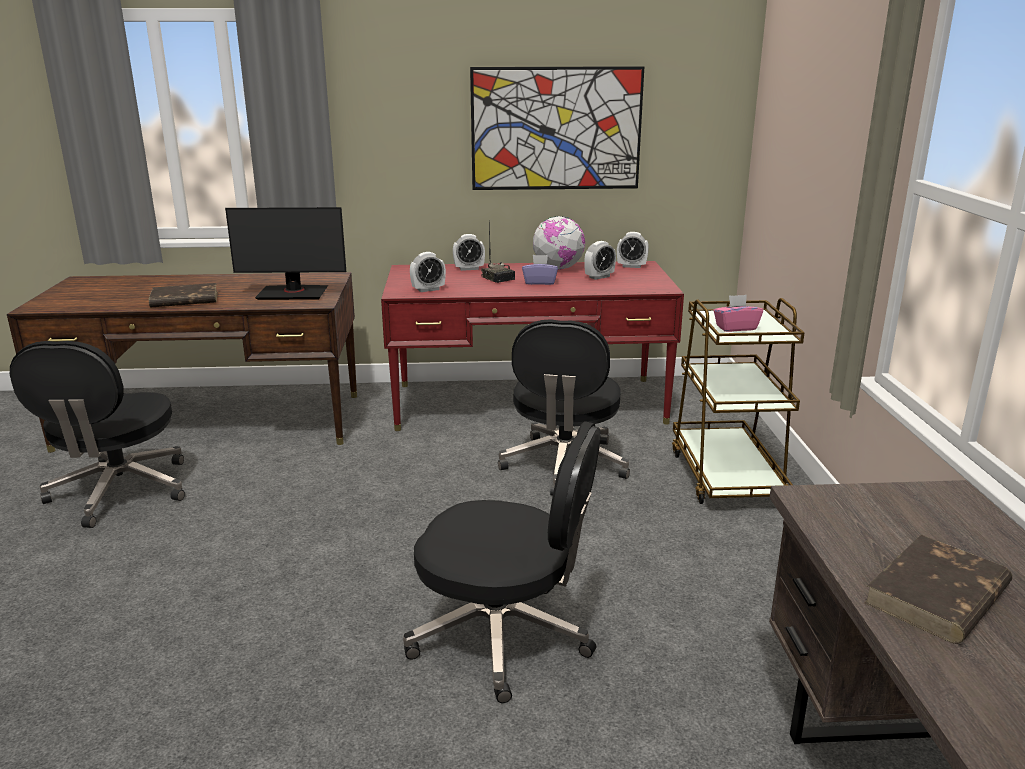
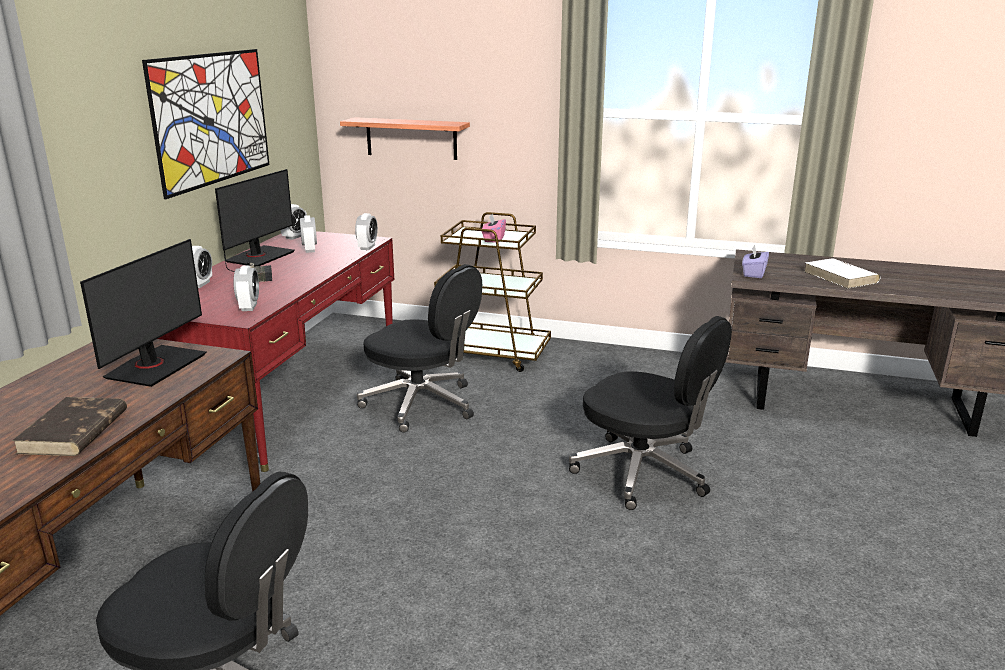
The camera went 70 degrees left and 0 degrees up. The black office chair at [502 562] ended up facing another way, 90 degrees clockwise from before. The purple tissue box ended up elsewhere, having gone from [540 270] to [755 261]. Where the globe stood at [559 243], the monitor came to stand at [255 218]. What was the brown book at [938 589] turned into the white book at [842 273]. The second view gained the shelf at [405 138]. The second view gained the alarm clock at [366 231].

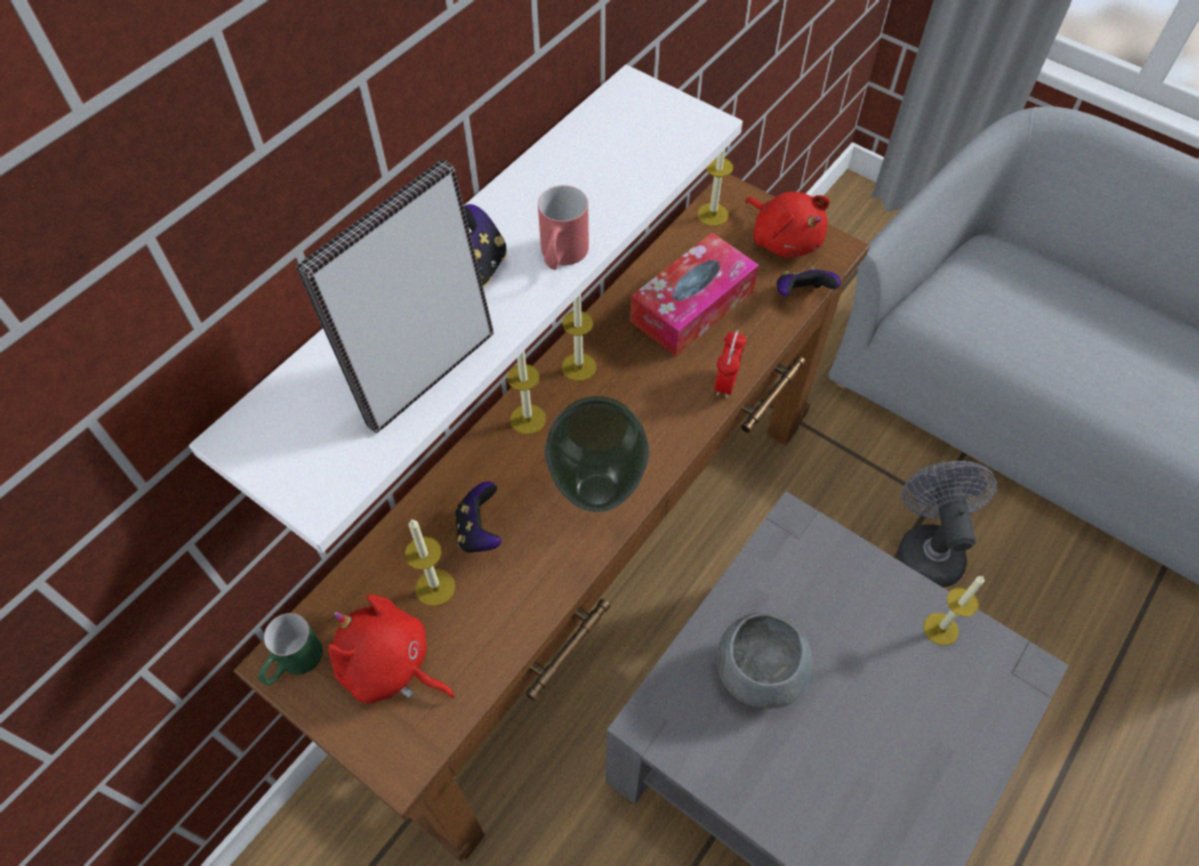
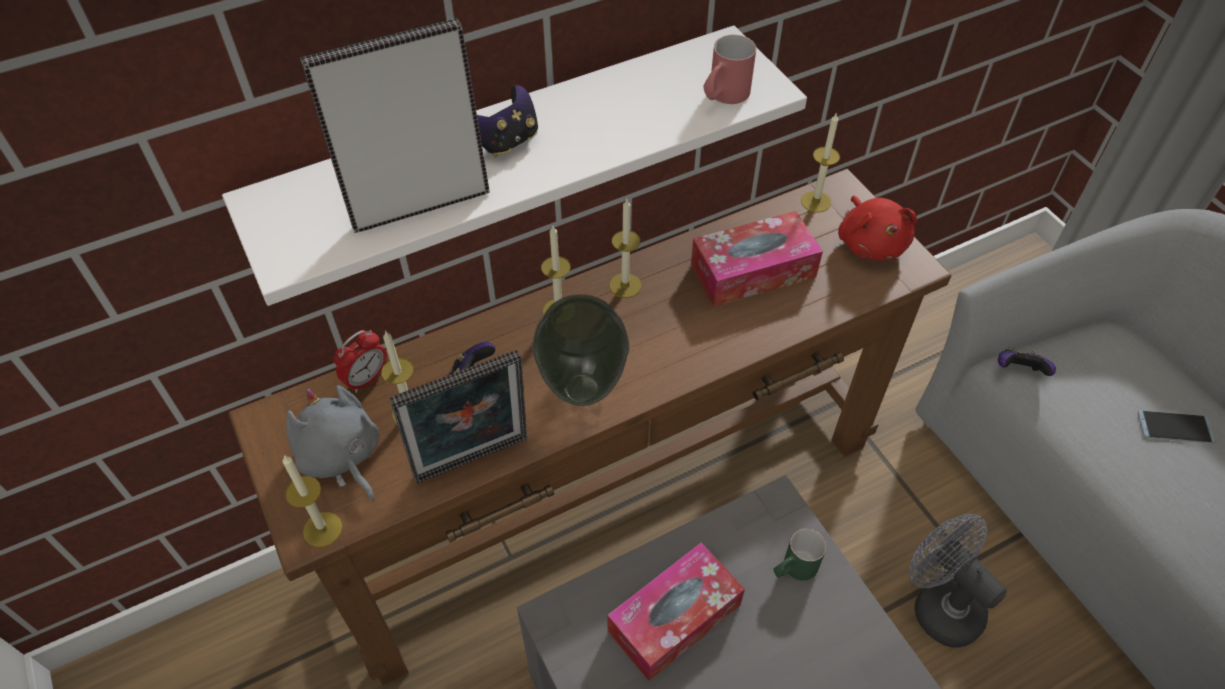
The camera went 25 degrees right and 5 degrees down. The green mug ended up elsewhere, having gone from [290 649] to [799 554]. What was the red plush toy at [391 648] turned into the grey plush toy at [332 443]. The red mug ended up elsewhere, having gone from [563 227] to [729 69]. The alarm clock ended up elsewhere, having gone from [730 364] to [360 361]. Where the grey bowl stood at [765 661], the tissue box came to stand at [676 611]. The game controller ended up elsewhere, having gone from [809 281] to [1027 361]. The grey fan at [947 524] ended up facing another way, 60 degrees counterclockwise from before. The candle ended up elsewhere, having gone from [954 610] to [312 501]. The second view gained the picture frame at [458 416]. The second view gained the phone at [1176 427].

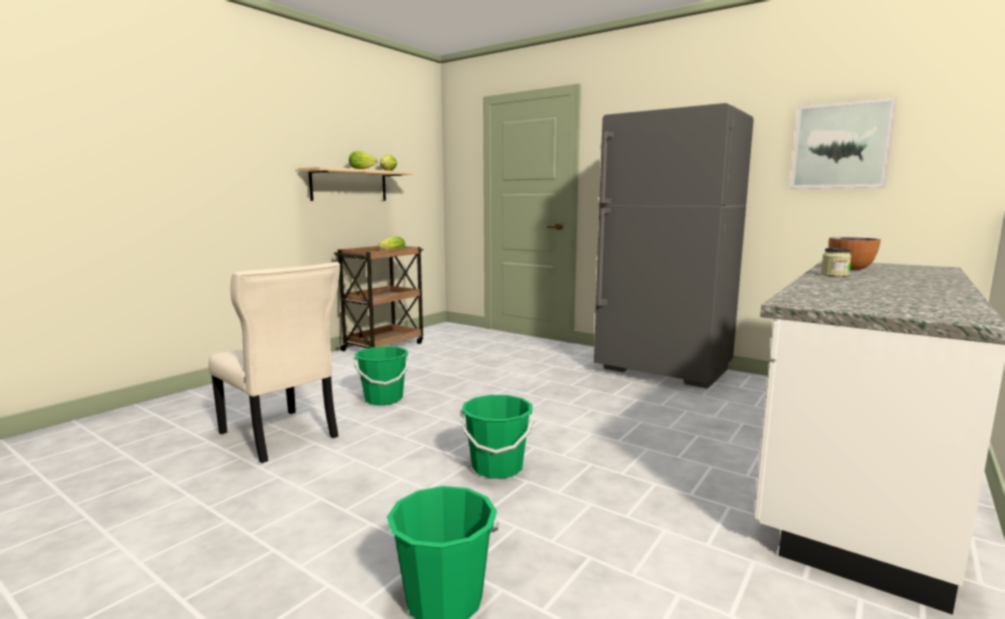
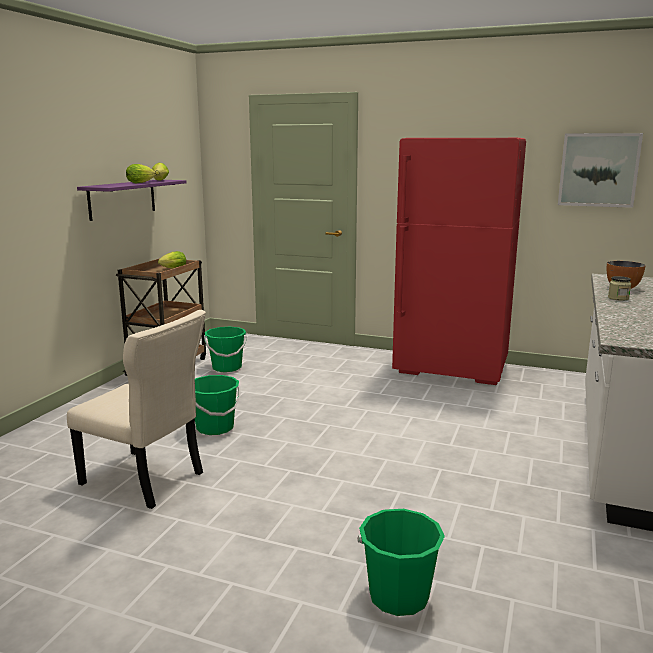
The camera went 15 degrees left and 5 degrees up. What was the beige shelf at [355 184] turned into the purple shelf at [131 200]. The green bucket ended up elsewhere, having gone from [497 437] to [225 349]. What was the grey fridge at [674 245] turned into the red fridge at [459 261].

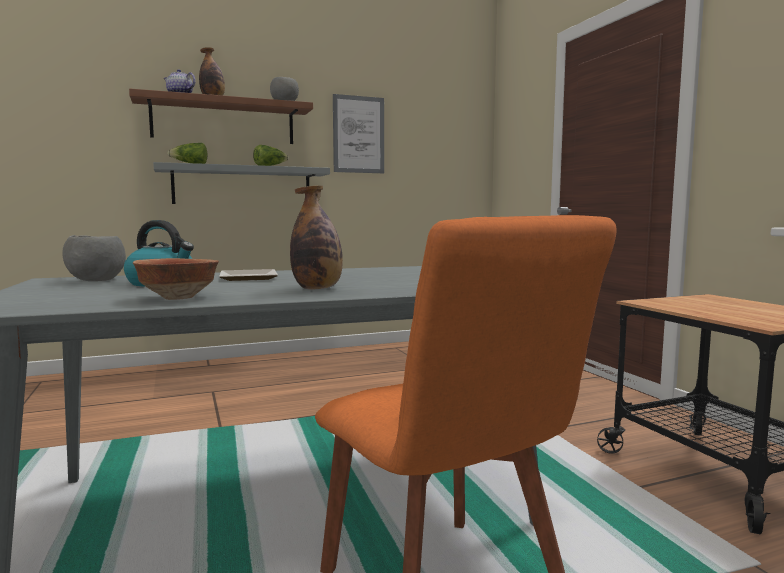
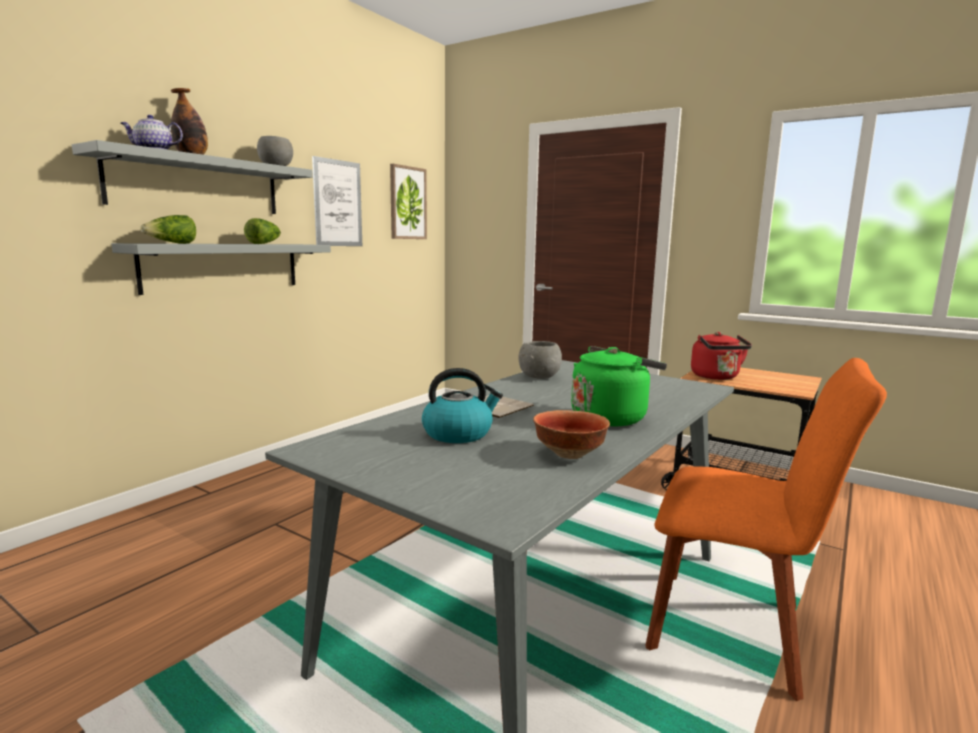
The camera went 35 degrees left and 5 degrees up. The grey bowl ended up elsewhere, having gone from [94 258] to [540 360]. What was the brown shelf at [221 116] turned into the grey shelf at [192 177]. Where the bottle stood at [316 238], the green kettle came to stand at [619 386]. The second view gained the picture at [408 201]. The second view gained the red kettle at [721 356].

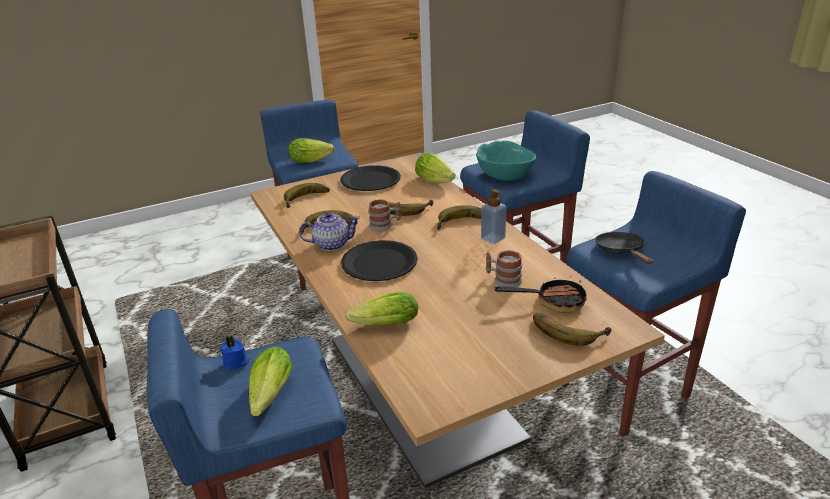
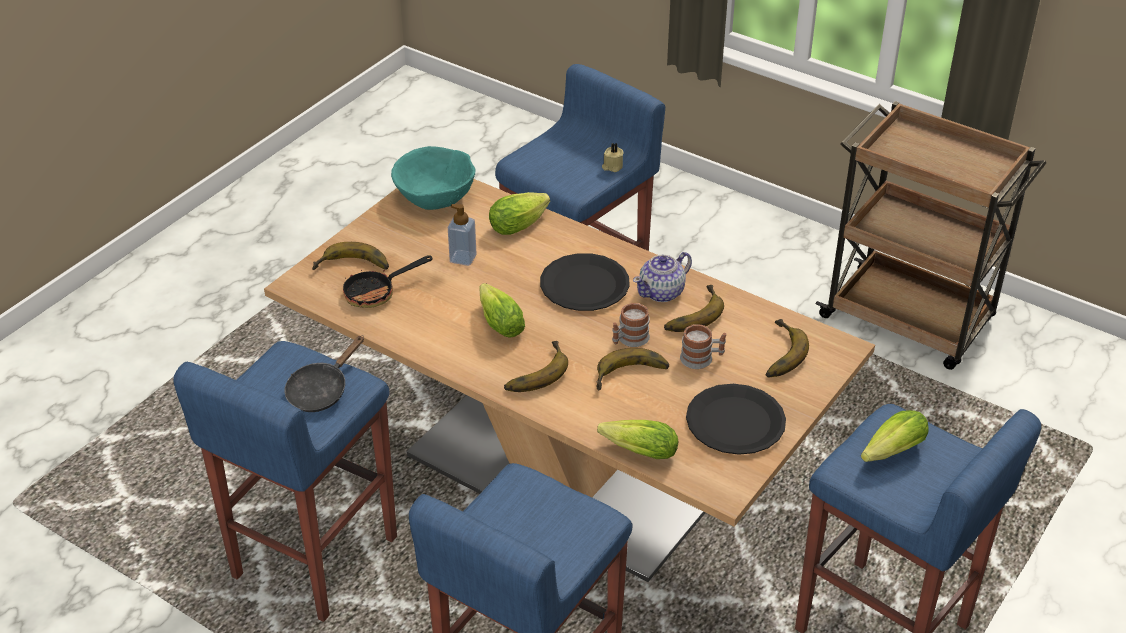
The camera went 150 degrees right and 10 degrees up. What was the blue candle at [234 353] turned into the beige candle at [613 157]. The lettuce ended up elsewhere, having gone from [271 381] to [502 310]. The turquoise bowl ended up elsewhere, having gone from [506 161] to [433 178]. The soap dispenser ended up elsewhere, having gone from [494 216] to [462 235]. The mug ended up elsewhere, having gone from [504 268] to [703 346]. The black frying pan at [624 248] ended up facing another way, 75 degrees clockwise from before.

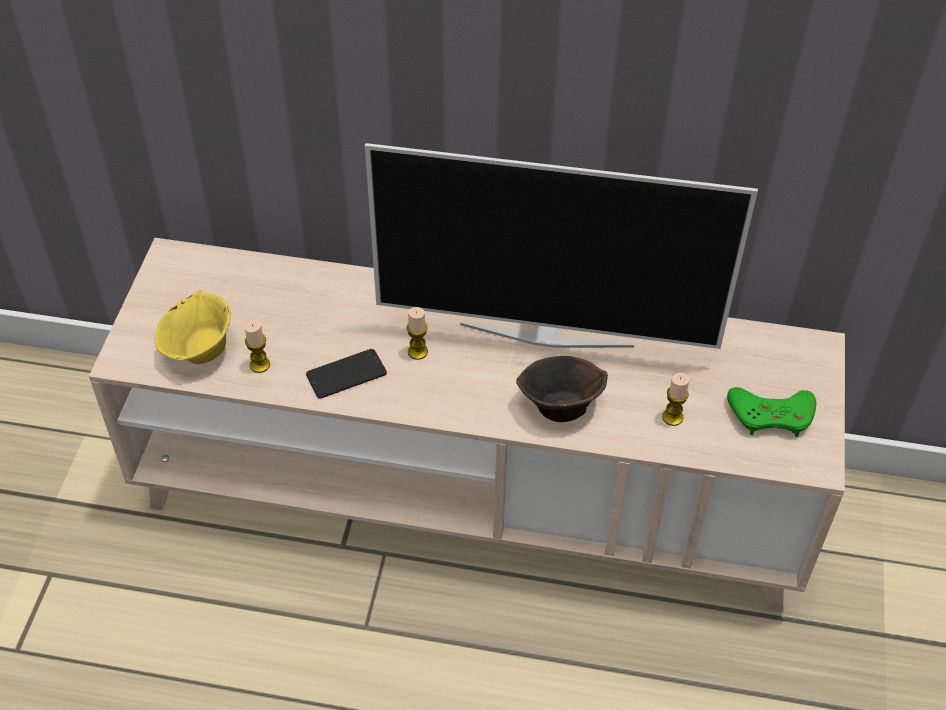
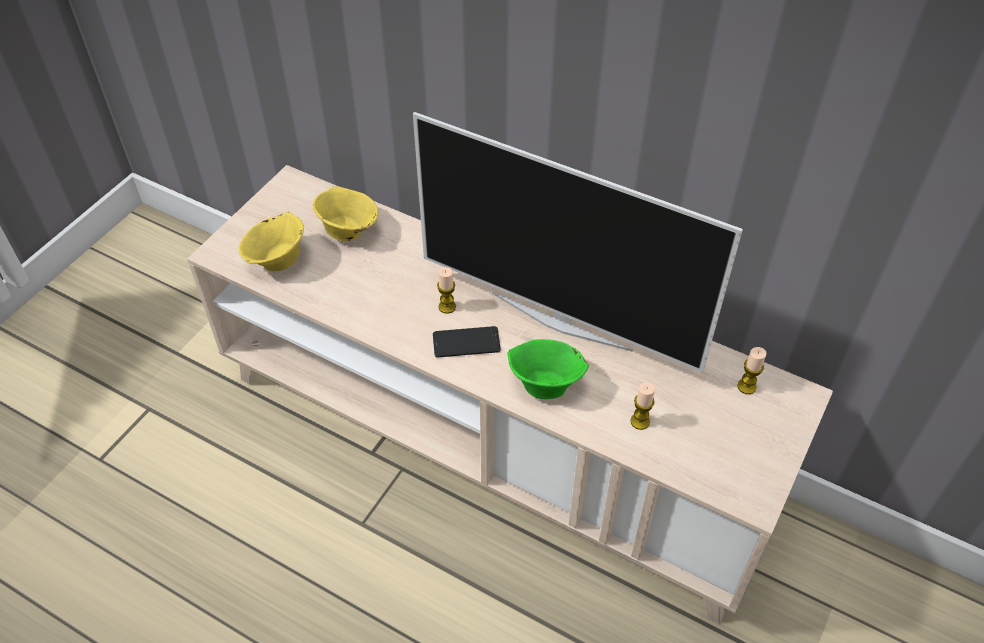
The camera went 20 degrees right and 0 degrees up. The candle ended up elsewhere, having gone from [257 346] to [752 370]. The phone ended up elsewhere, having gone from [346 374] to [467 342]. What was the brown bowl at [562 389] turned into the green bowl at [548 369]. The second view lost the green game controller at [771 412]. The second view gained the yellow bowl at [346 213].

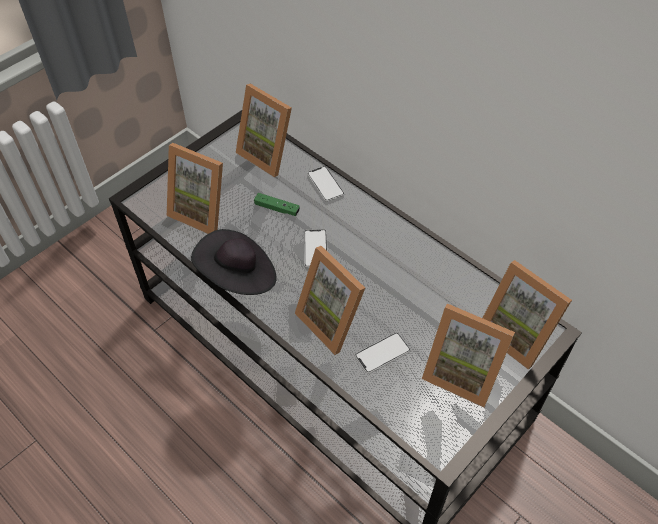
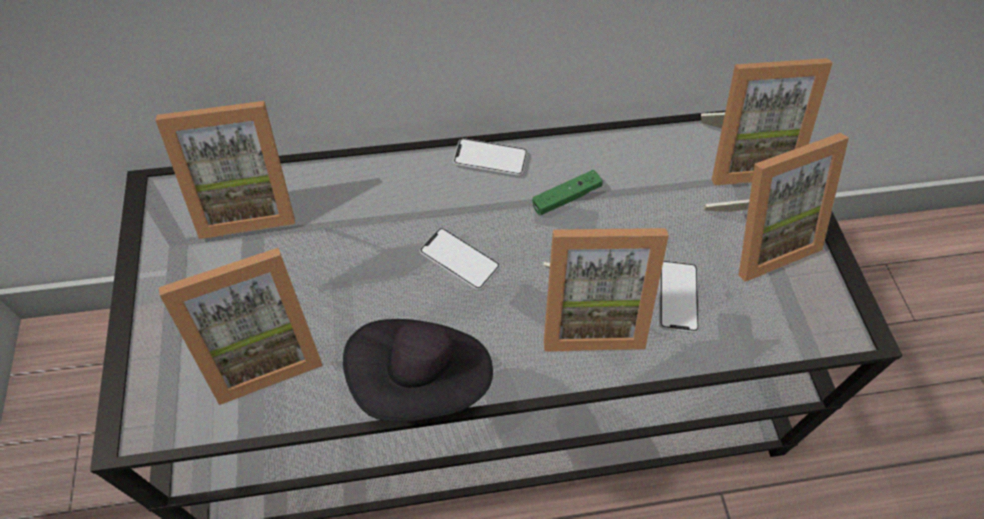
The camera went 55 degrees left and 5 degrees up. The green game controller ended up elsewhere, having gone from [277 204] to [567 192]. The phone ended up elsewhere, having gone from [326 184] to [490 157].

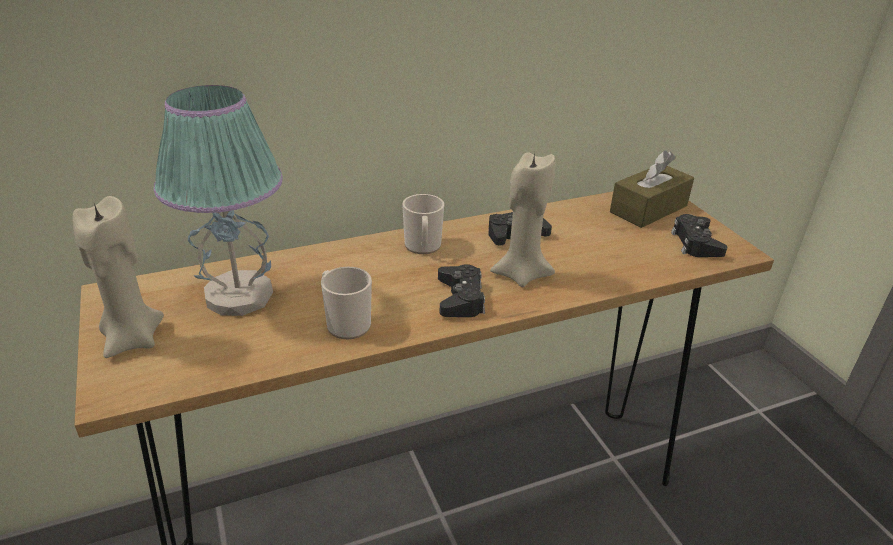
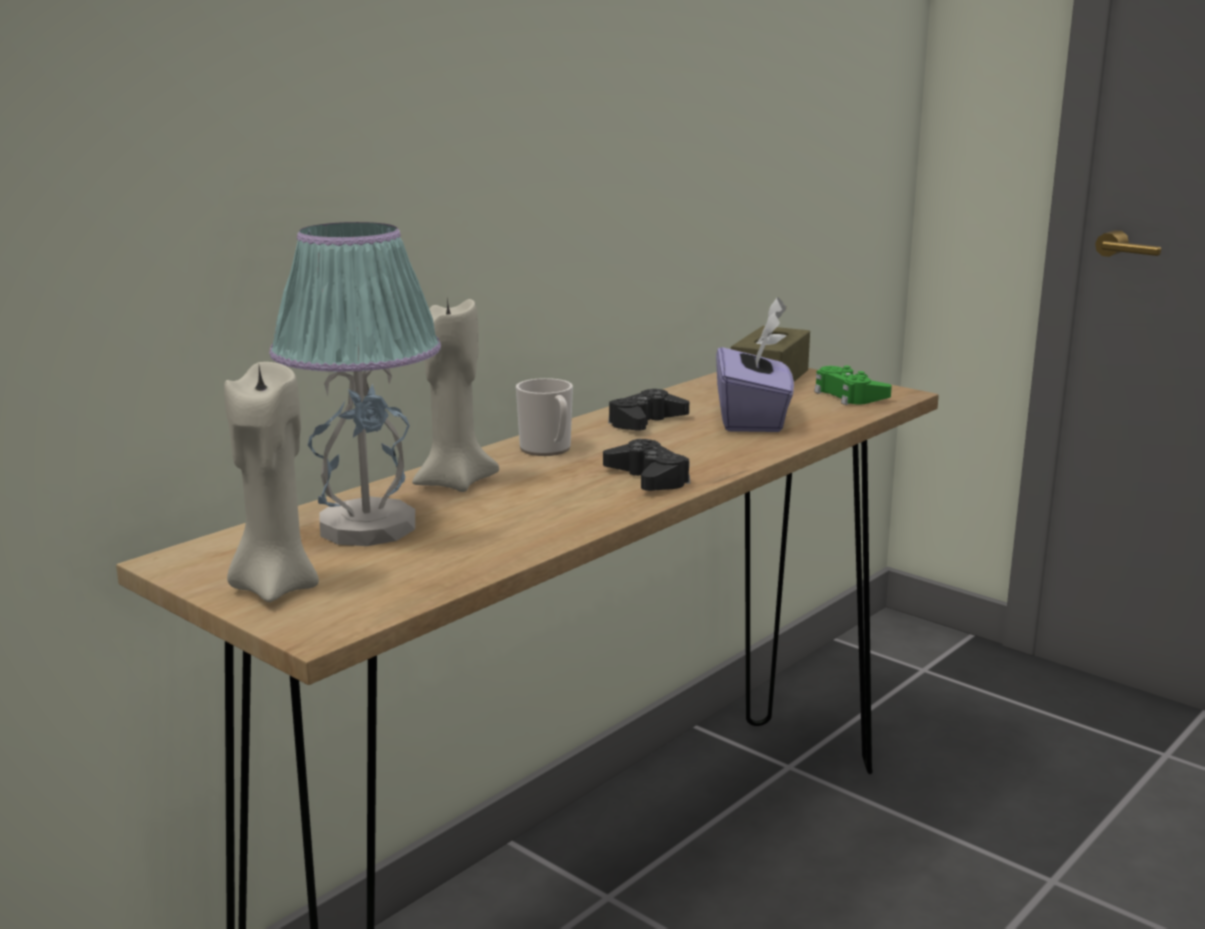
The camera went 25 degrees left and 15 degrees down. The second view lost the mug at [346 303]. The beige candle ended up elsewhere, having gone from [522 219] to [455 394]. What was the black game controller at [699 235] turned into the green game controller at [853 385]. The second view gained the purple tissue box at [755 382].

